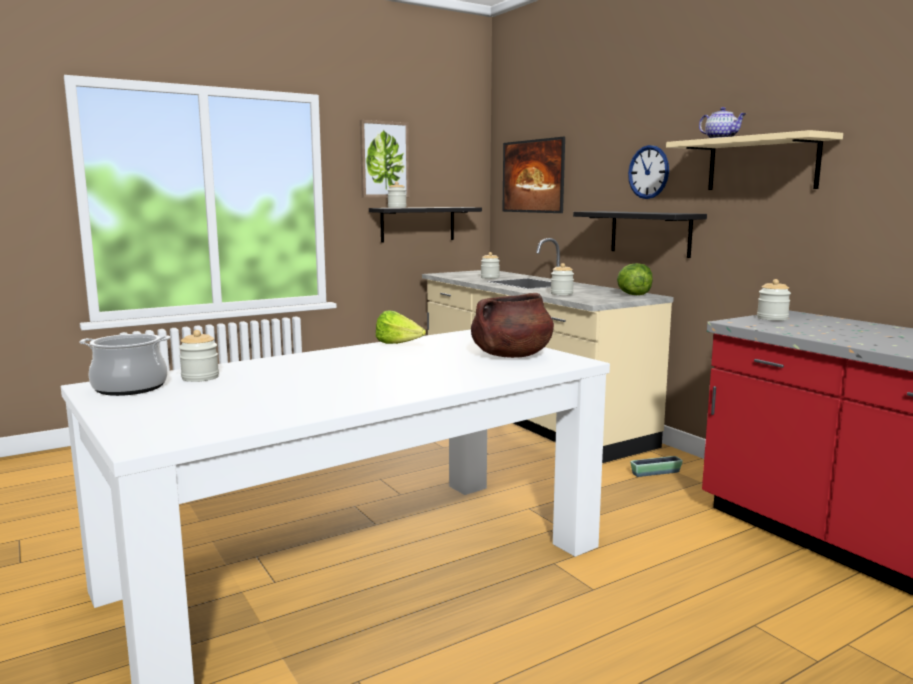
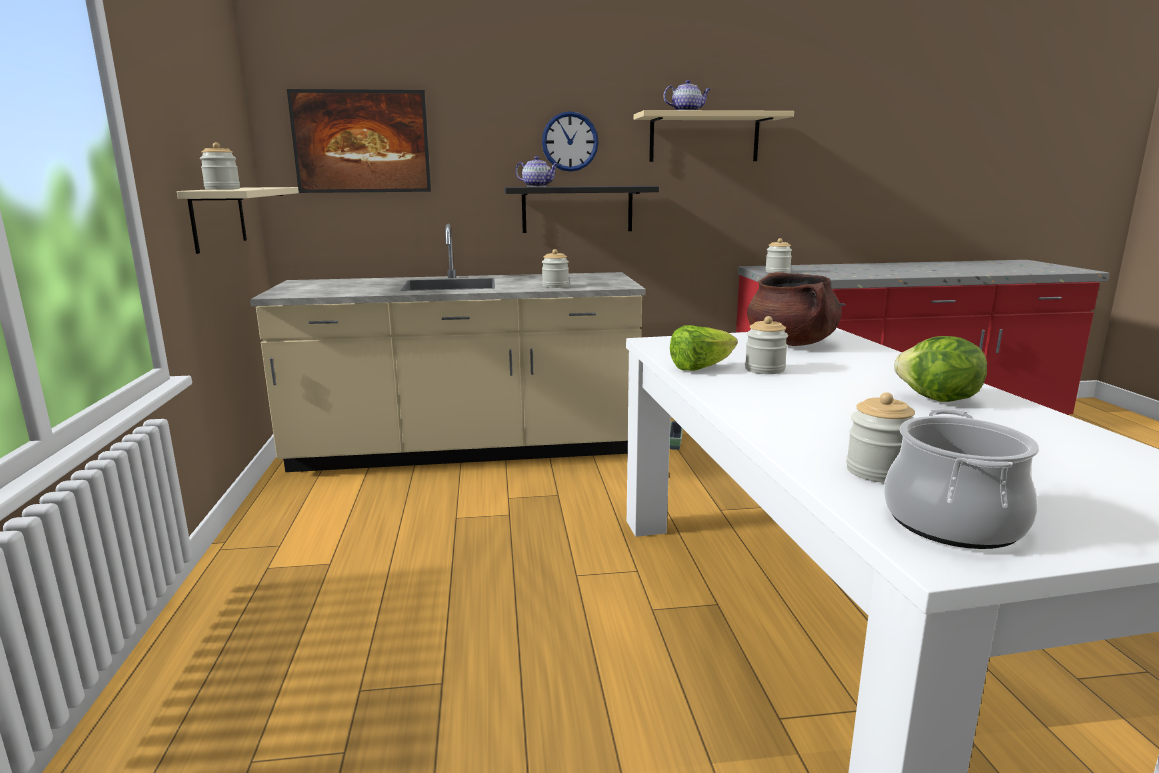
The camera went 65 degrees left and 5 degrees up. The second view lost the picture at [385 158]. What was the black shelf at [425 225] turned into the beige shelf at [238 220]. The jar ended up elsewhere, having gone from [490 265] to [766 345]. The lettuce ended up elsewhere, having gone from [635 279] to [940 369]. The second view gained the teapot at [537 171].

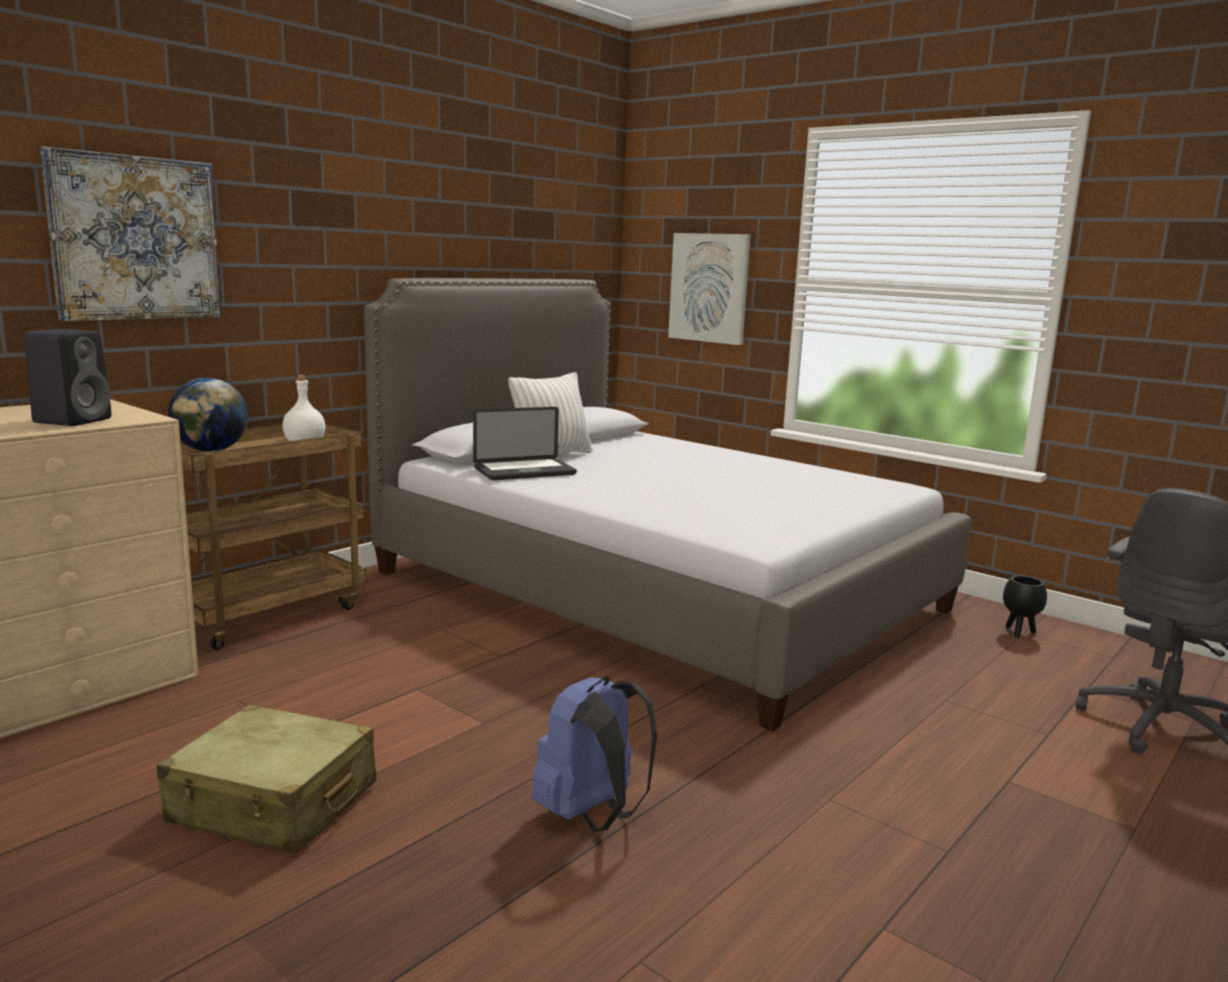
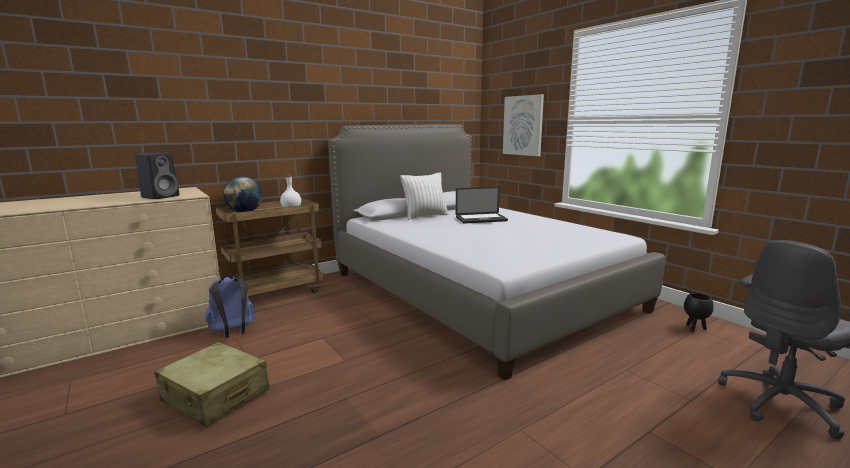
The camera went 15 degrees right and 0 degrees up. The second view lost the picture at [130 233]. The laptop ended up elsewhere, having gone from [525 443] to [482 205]. The blue backpack ended up elsewhere, having gone from [594 754] to [230 306].

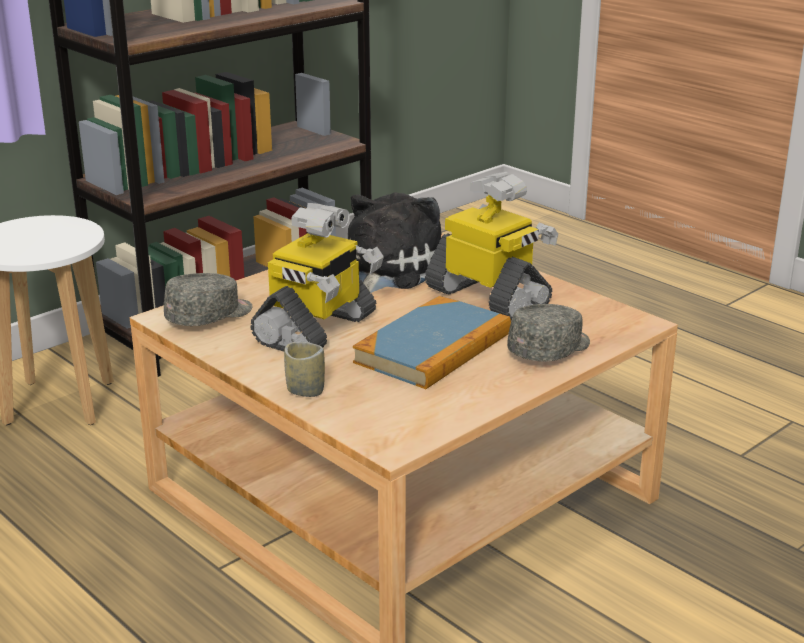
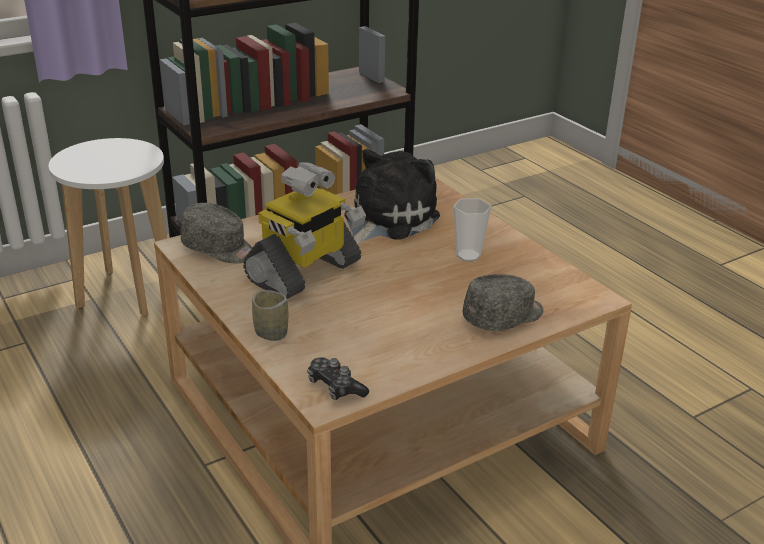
The camera went 10 degrees right and 5 degrees up. The grey cap at [208 299] ended up facing another way, 60 degrees clockwise from before. The second view lost the book at [432 342]. Where the toy robot stood at [491 246], the cup came to stand at [472 230]. The second view gained the game controller at [338 378].

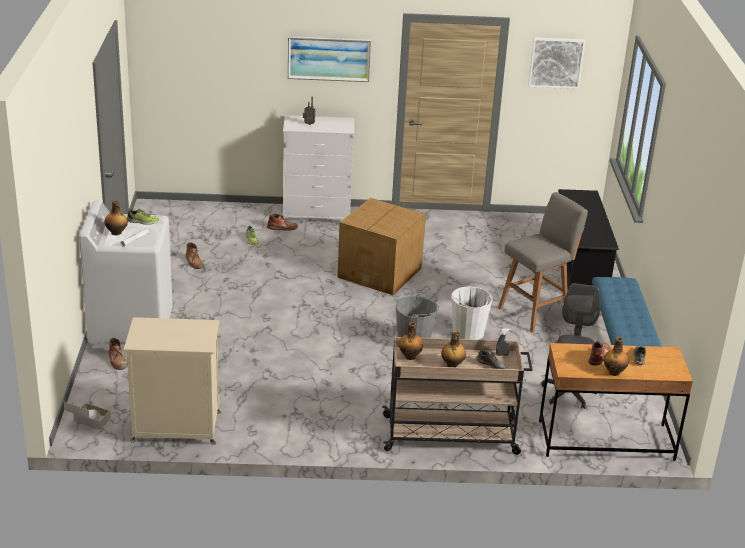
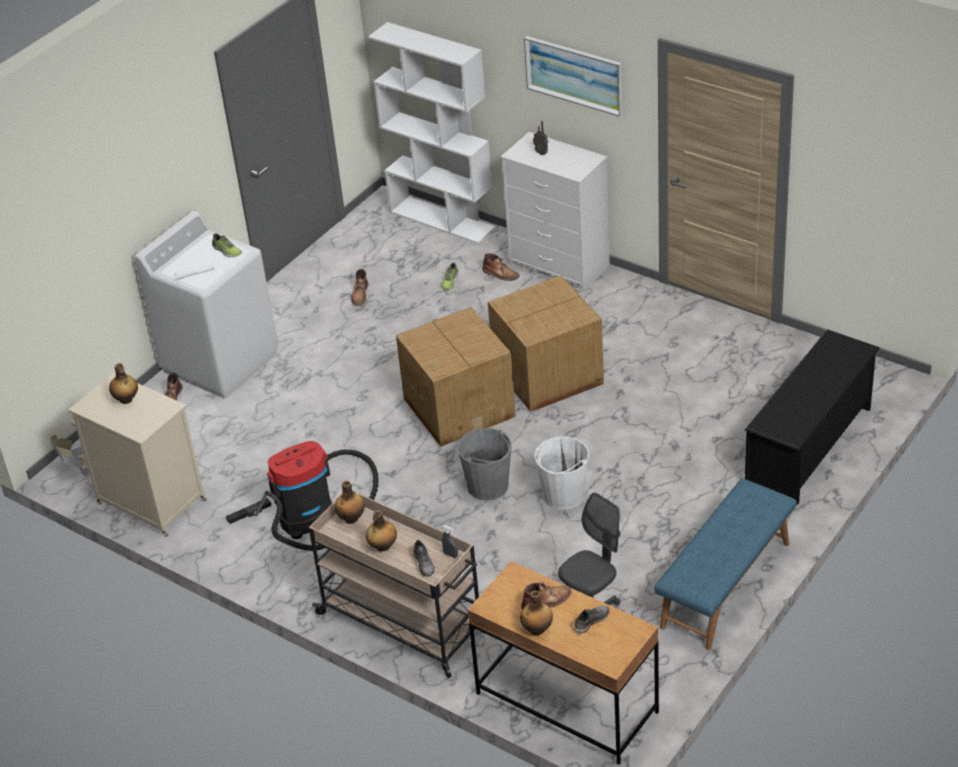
The camera went 40 degrees right and 10 degrees up. The bottle ended up elsewhere, having gone from [116 217] to [123 383]. The second view lost the grey stool at [543 262]. The second view lost the picture at [556 63]. The second view gained the vacuum cleaner at [302 496]. The second view gained the white bookcase at [431 133]. The second view gained the cardboard box at [456 377].

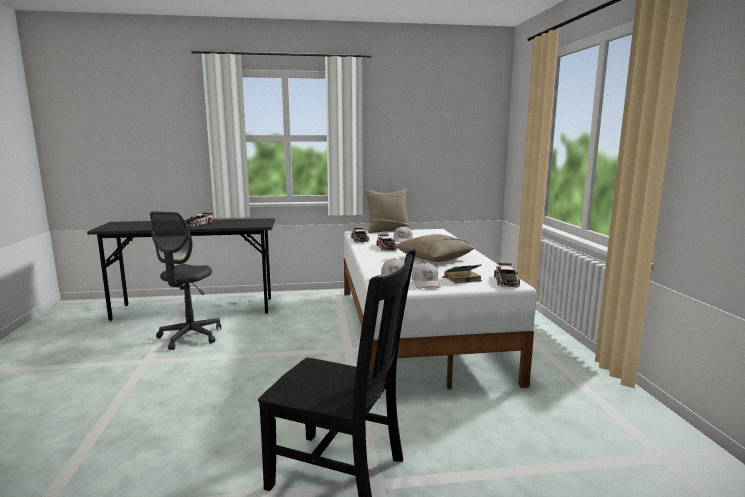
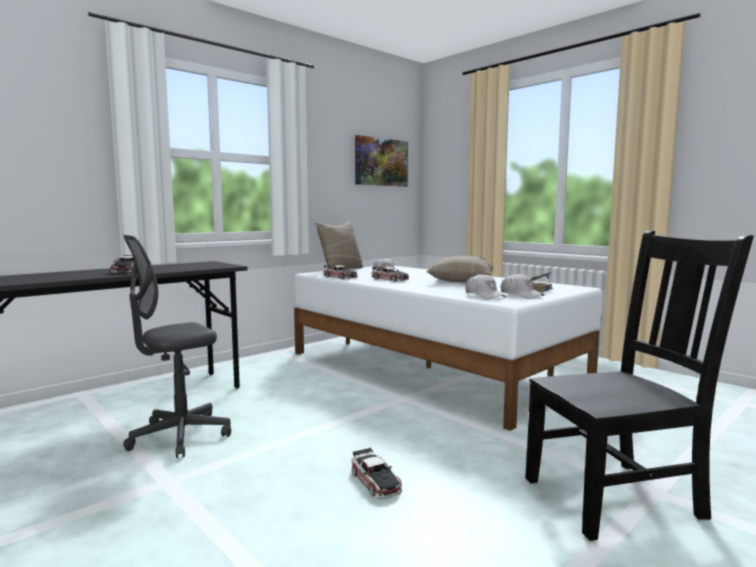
The camera went 35 degrees left and 5 degrees down. The grey office chair at [185 280] ended up facing another way, 75 degrees clockwise from before. The toy car ended up elsewhere, having gone from [507 275] to [376 473]. The second view gained the picture at [381 161].

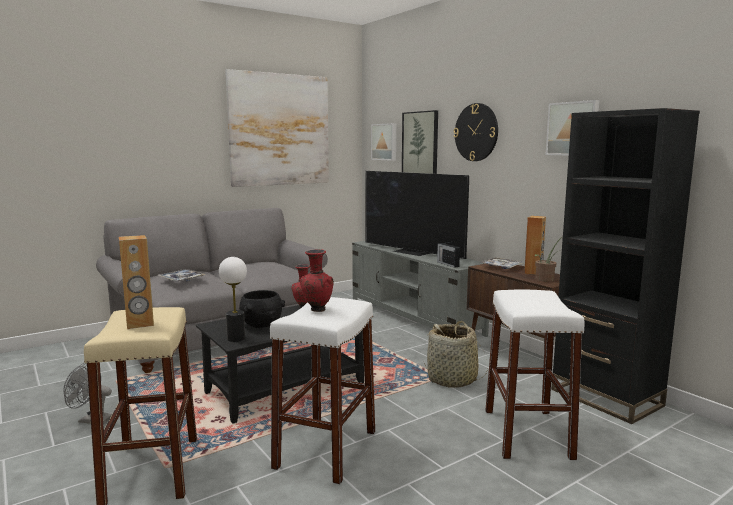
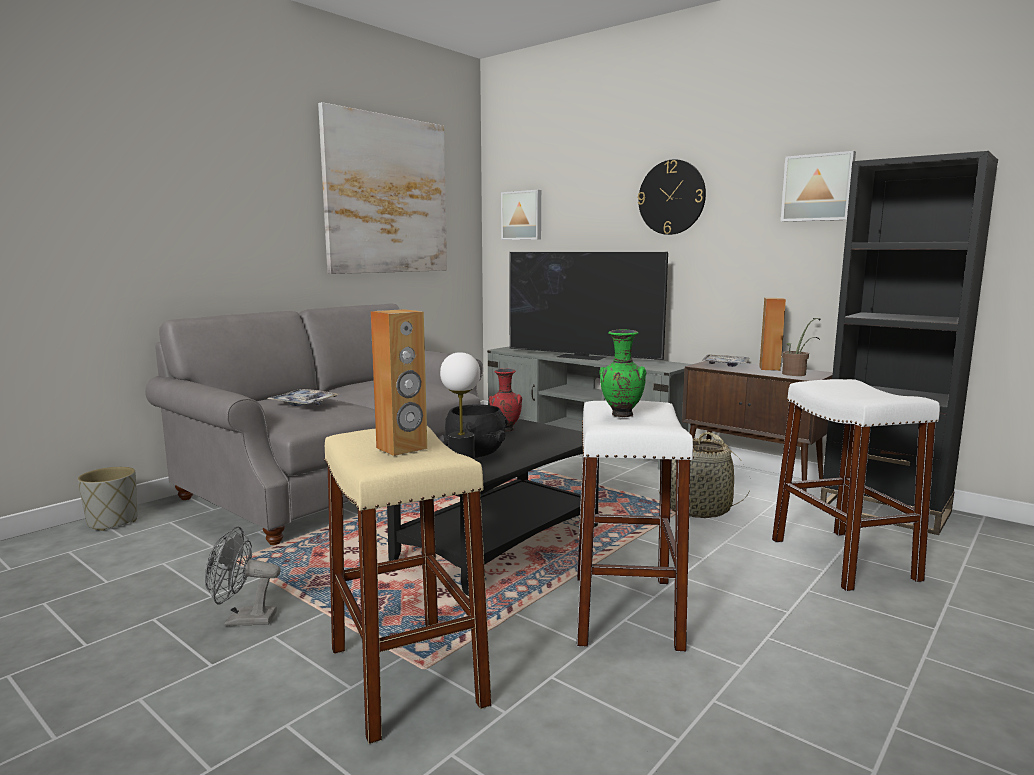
The camera went 15 degrees left and 0 degrees up. What was the red vase at [317 280] turned into the green vase at [622 373]. The second view lost the picture at [420 142]. The second view lost the radio at [448 255]. The second view gained the grey planter at [107 499].

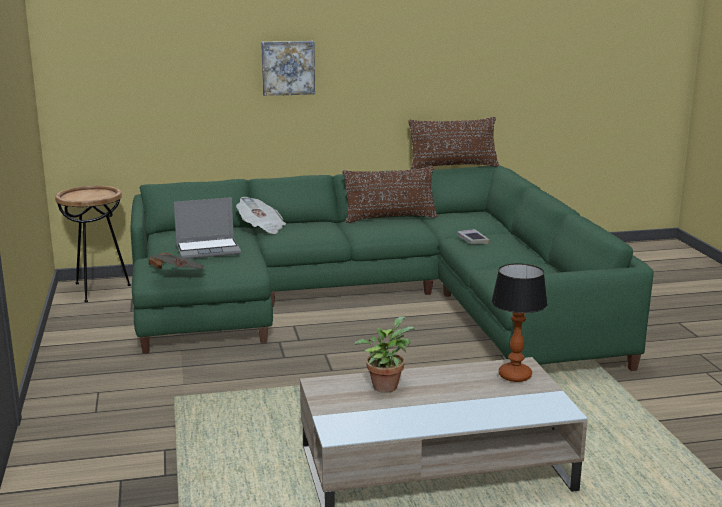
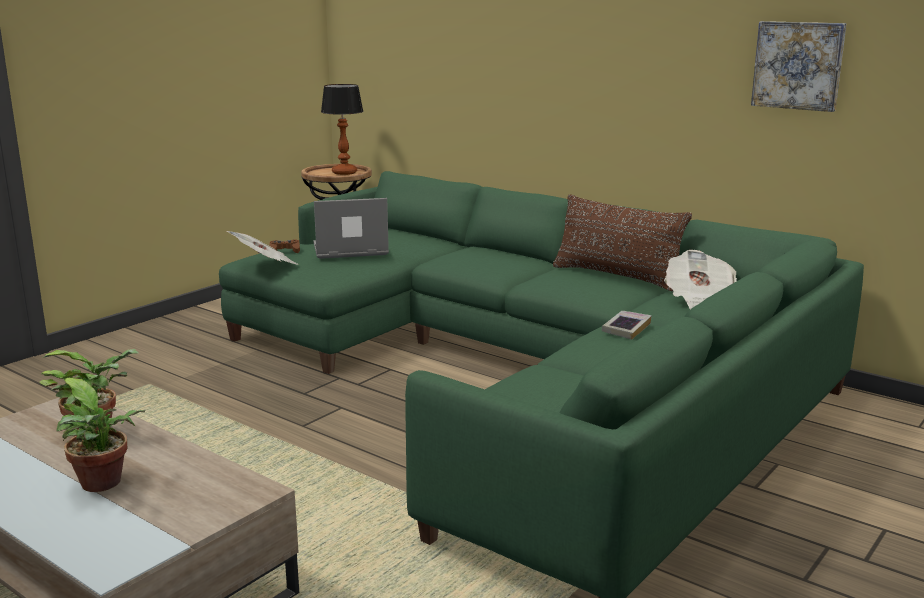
The camera went 50 degrees right and 0 degrees up. The laptop at [207 228] ended up facing another way, 135 degrees clockwise from before. The newspaper ended up elsewhere, having gone from [261 215] to [701 280]. The picture ended up elsewhere, having gone from [288 68] to [799 66]. The second view lost the brown pillow at [453 143]. The table lamp ended up elsewhere, having gone from [519 323] to [342 129]. The second view gained the potted plant at [100 435].

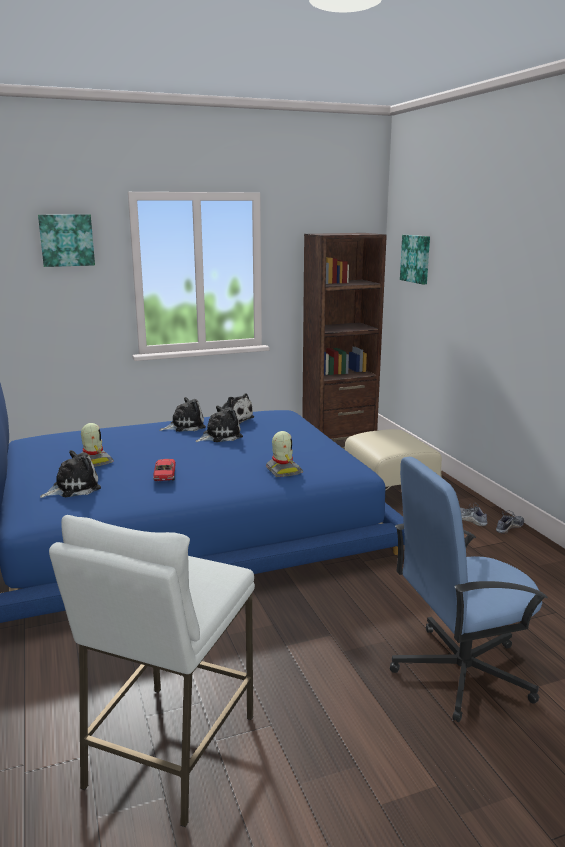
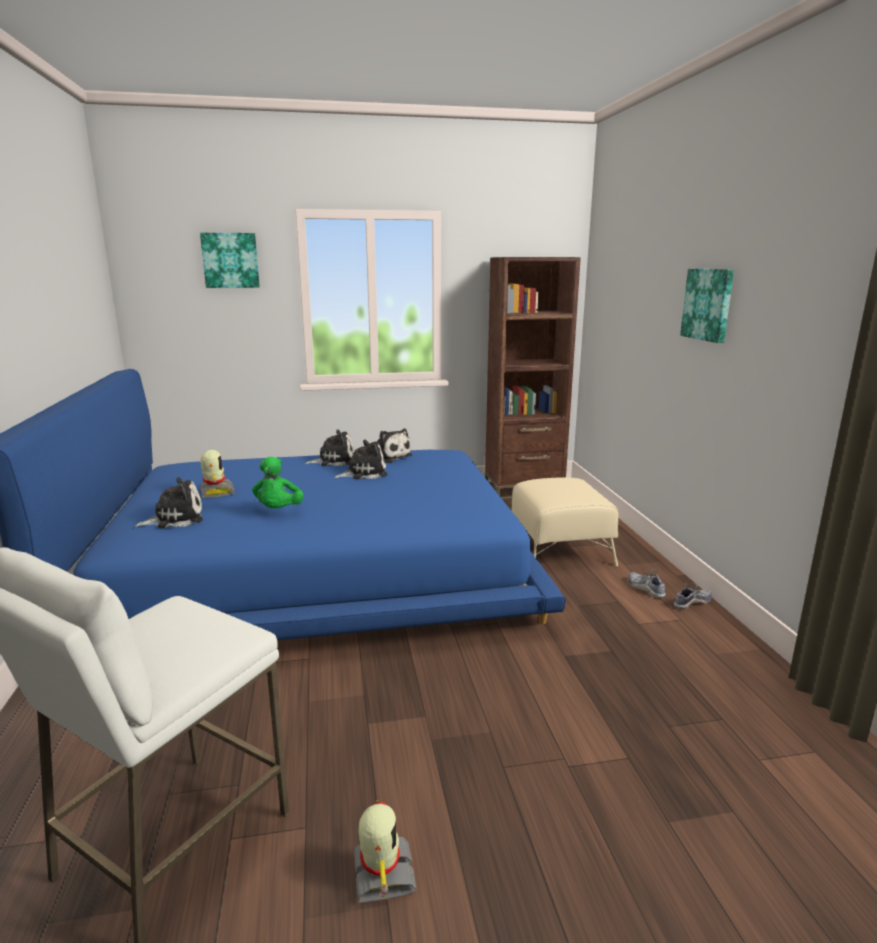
The camera went 10 degrees right and 0 degrees up. Where the toy car stood at [164 470], the green plush toy came to stand at [278 482]. The toy robot ended up elsewhere, having gone from [284 454] to [385 851]. The second view lost the blue office chair at [469 589]. The picture ended up elsewhere, having gone from [415 260] to [707 306].

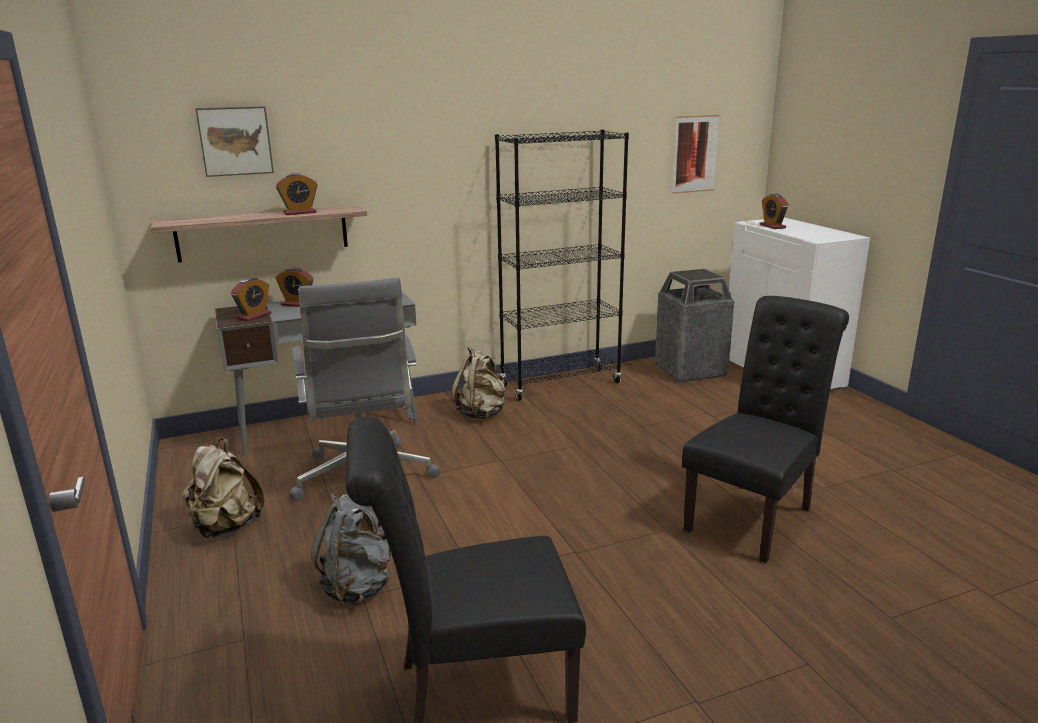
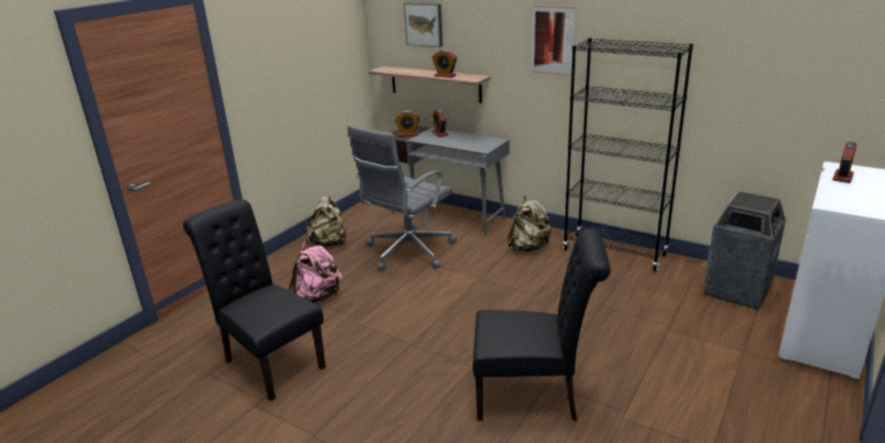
The camera went 55 degrees right and 5 degrees up. What was the grey backpack at [351 549] turned into the pink backpack at [315 272]. The picture ended up elsewhere, having gone from [696 154] to [553 40].

